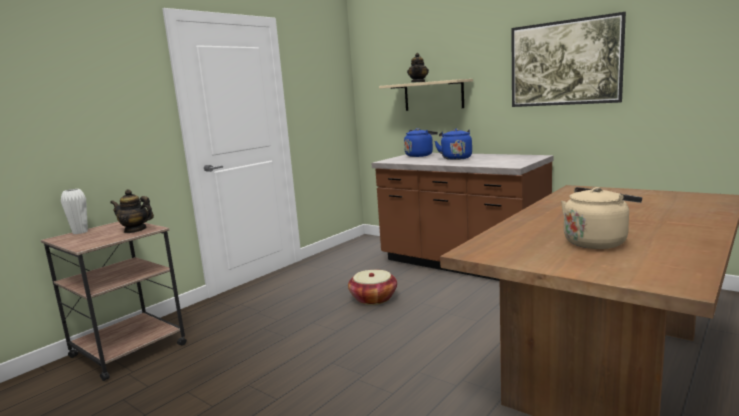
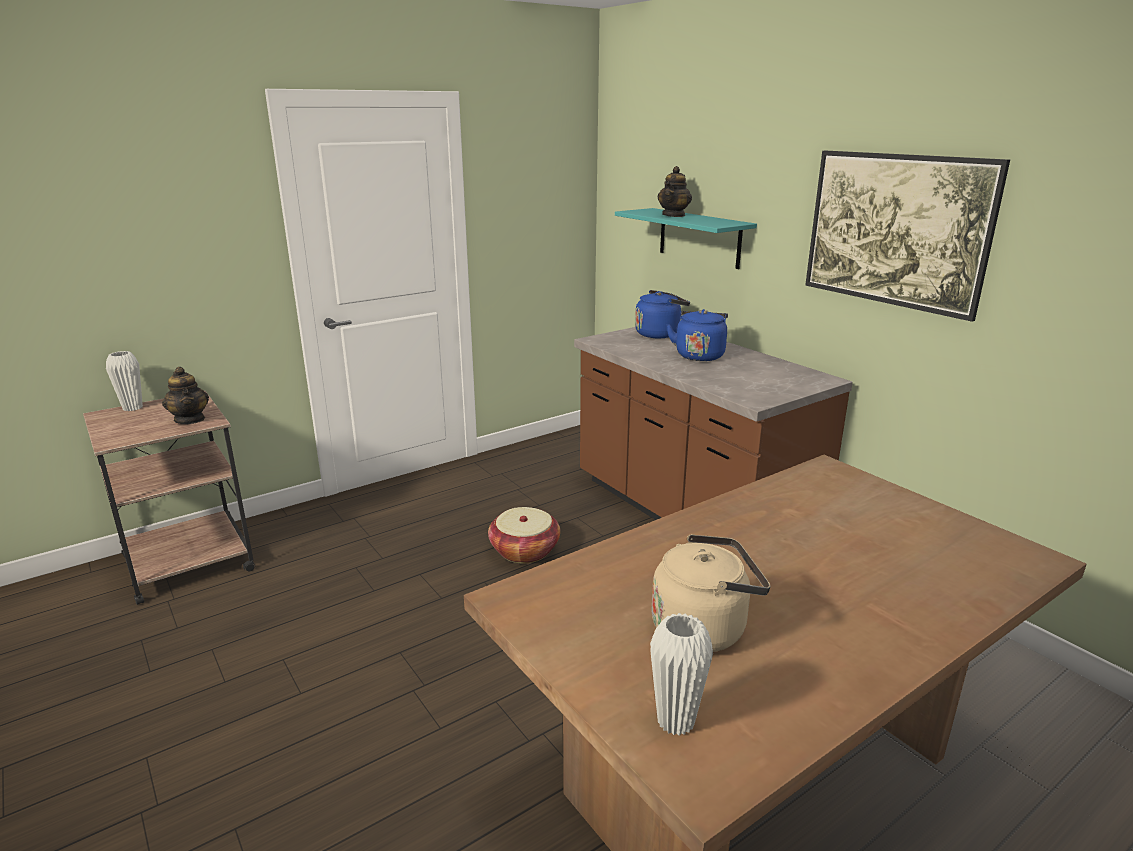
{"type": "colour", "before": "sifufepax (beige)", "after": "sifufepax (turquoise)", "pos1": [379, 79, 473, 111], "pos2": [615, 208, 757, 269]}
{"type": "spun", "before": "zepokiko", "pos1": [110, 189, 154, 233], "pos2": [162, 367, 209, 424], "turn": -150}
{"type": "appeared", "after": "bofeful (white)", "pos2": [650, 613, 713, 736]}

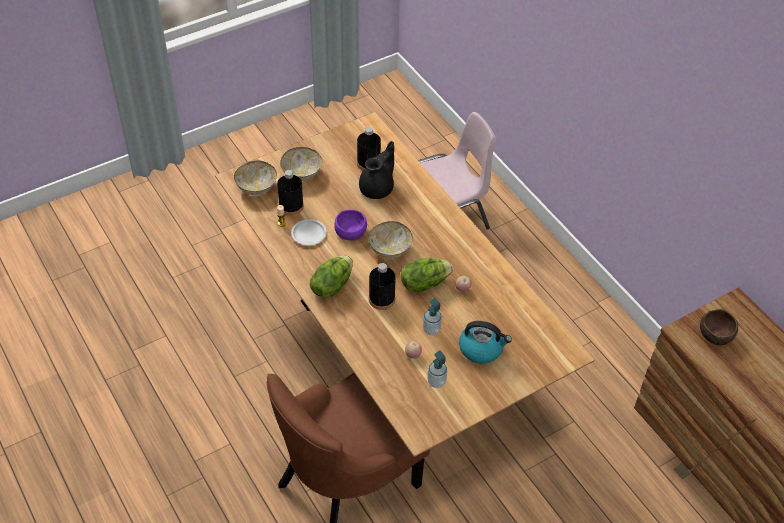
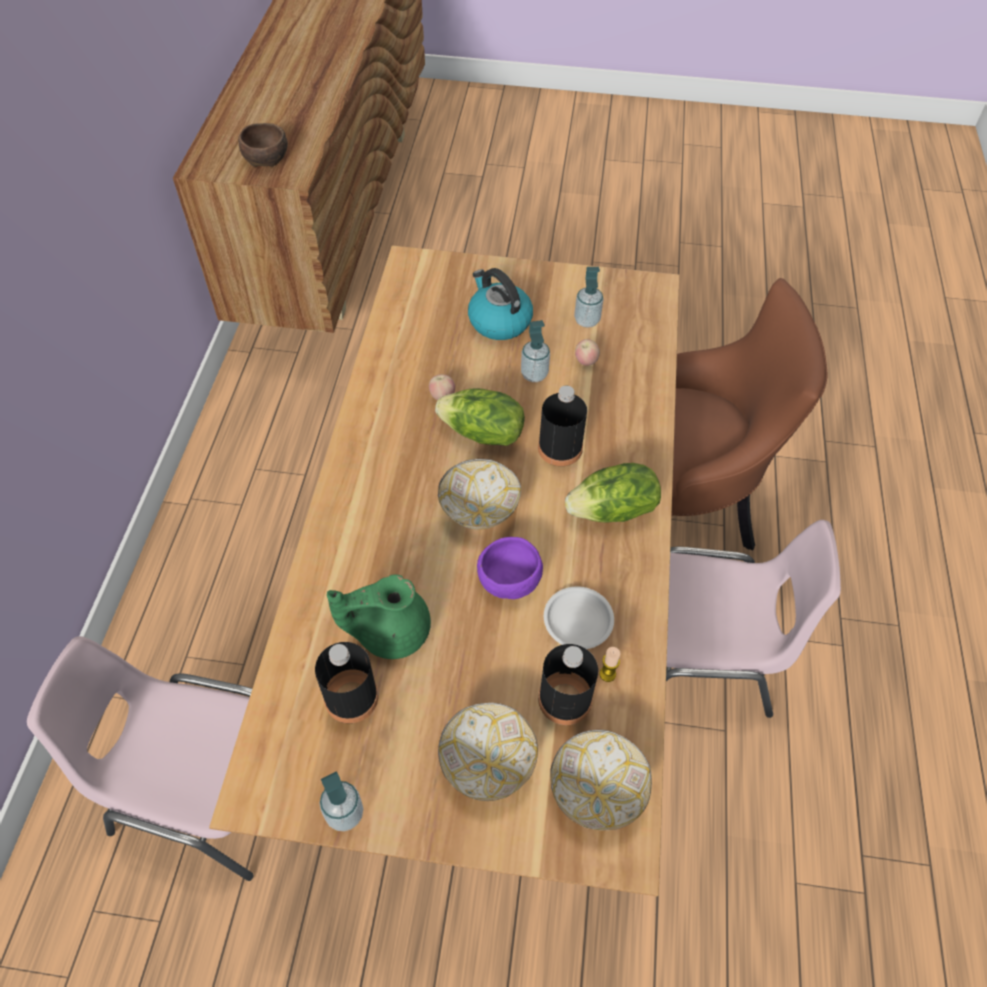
{"type": "colour", "before": "zepokiko (black)", "after": "zepokiko (green)", "pos1": [359, 141, 394, 199], "pos2": [327, 574, 431, 659]}
{"type": "appeared", "after": "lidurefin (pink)", "pos2": [666, 520, 841, 718]}
{"type": "appeared", "after": "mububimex", "pos2": [319, 771, 363, 831]}

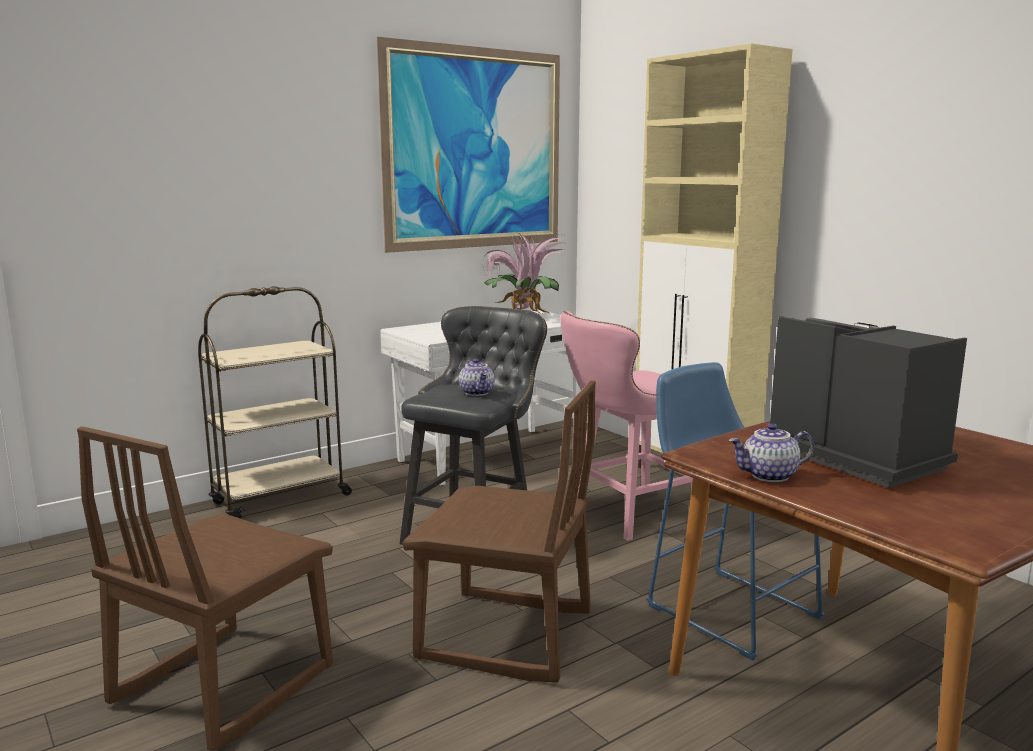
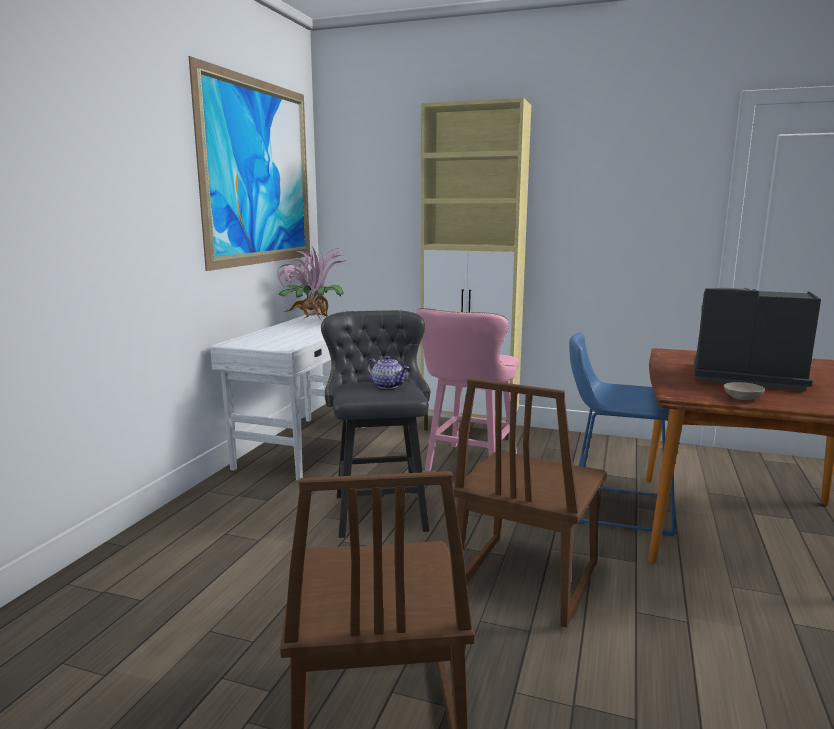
{"type": "missing", "before": "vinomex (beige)", "pos1": [198, 286, 352, 519]}
{"type": "spun", "before": "lidurefin (brown)", "pos1": [402, 380, 596, 683], "pos2": [453, 378, 607, 628], "turn": 135}
{"type": "exchanged", "before": "zepokiko", "after": "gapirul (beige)", "pos1": [728, 423, 814, 482], "pos2": [723, 382, 765, 400]}

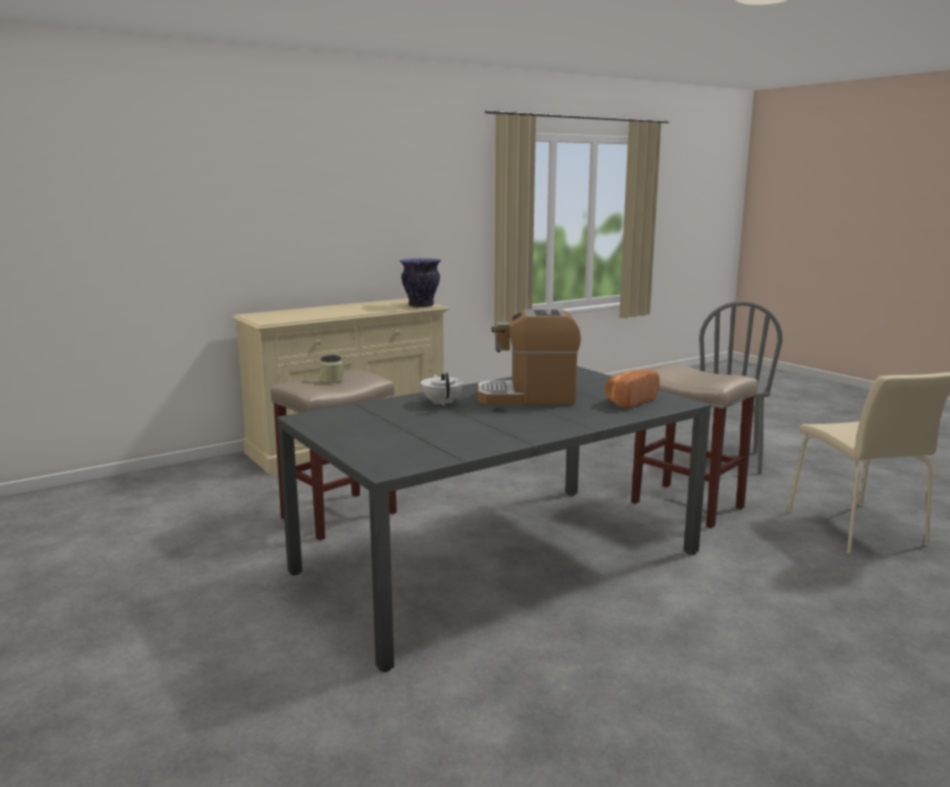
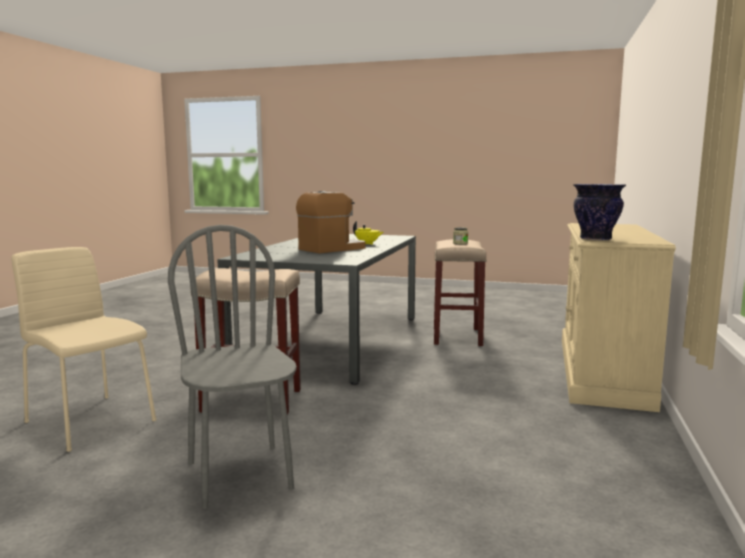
{"type": "missing", "before": "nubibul", "pos1": [605, 369, 660, 408]}
{"type": "colour", "before": "zepokiko (white)", "after": "zepokiko (yellow)", "pos1": [421, 372, 463, 406], "pos2": [353, 221, 383, 245]}

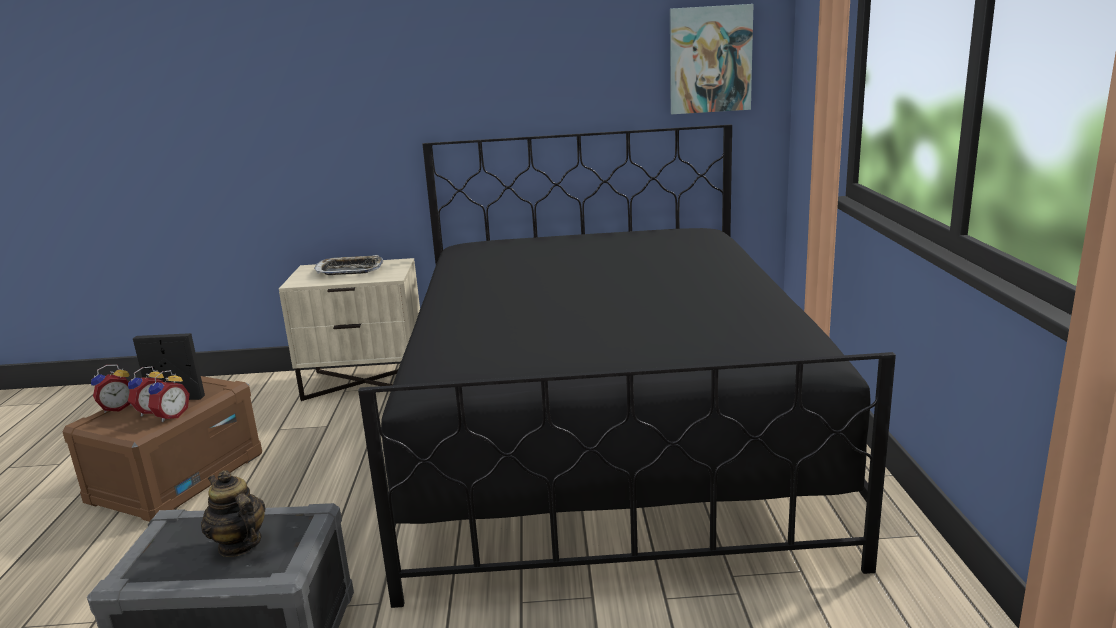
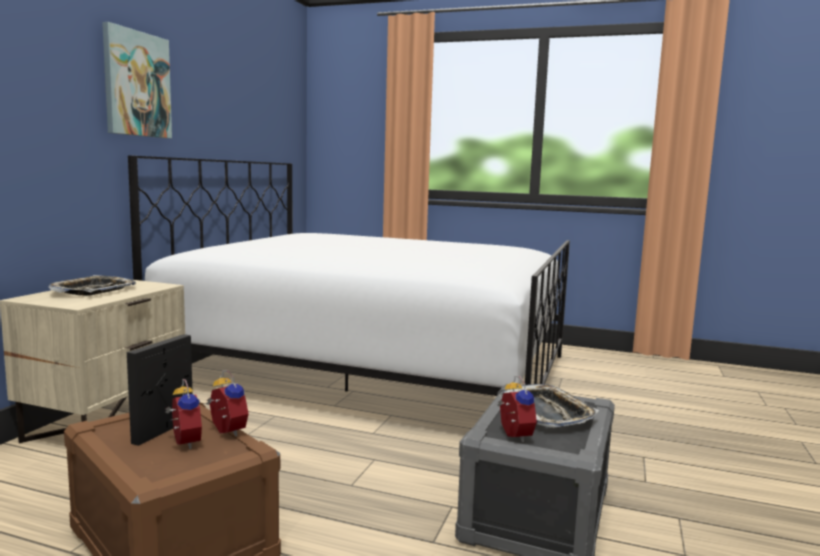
{"type": "relocated", "before": "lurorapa", "pos1": [670, 4, 754, 114], "pos2": [102, 22, 172, 138]}
{"type": "colour", "before": "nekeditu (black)", "after": "nekeditu (white)", "pos1": [358, 124, 896, 608], "pos2": [128, 155, 570, 396]}
{"type": "relocated", "before": "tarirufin", "pos1": [91, 365, 131, 413], "pos2": [497, 376, 537, 442]}
{"type": "exchanged", "before": "zepokiko", "after": "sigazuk", "pos1": [201, 470, 265, 557], "pos2": [499, 384, 599, 428]}

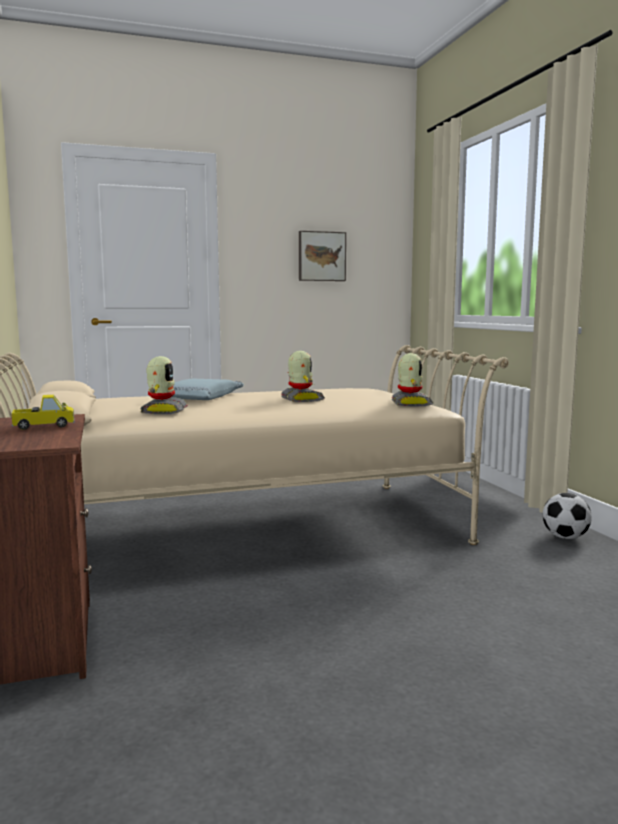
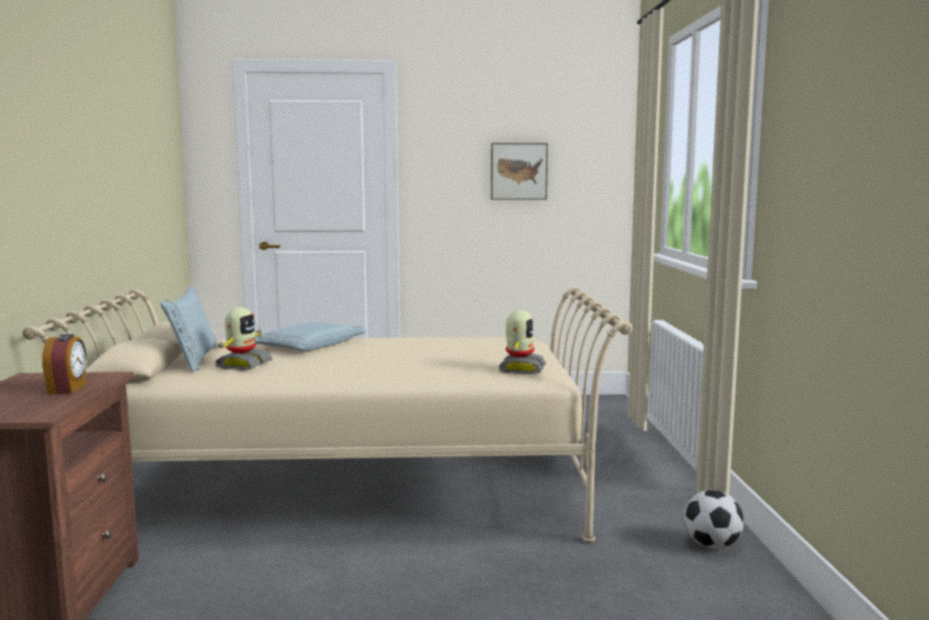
{"type": "missing", "before": "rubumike", "pos1": [281, 351, 325, 402]}
{"type": "exchanged", "before": "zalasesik", "after": "tarirufin", "pos1": [11, 395, 75, 430], "pos2": [42, 334, 87, 394]}
{"type": "appeared", "after": "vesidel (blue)", "pos2": [161, 286, 218, 372]}

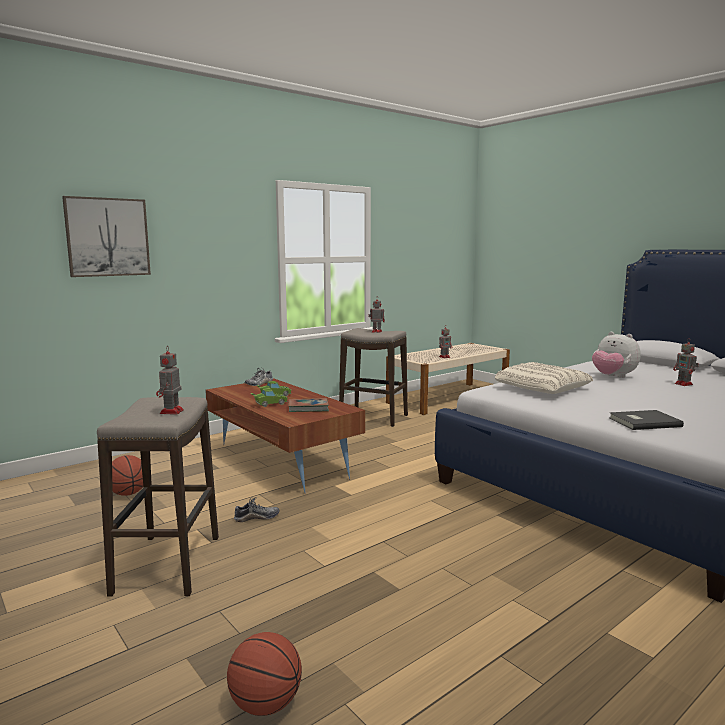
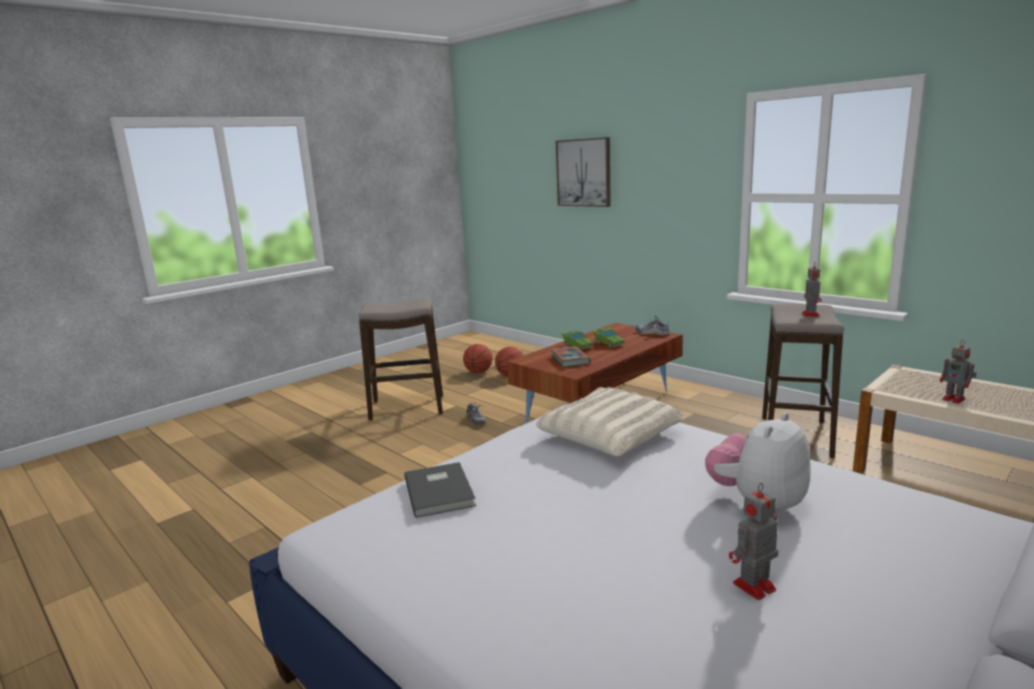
{"type": "missing", "before": "rubumike", "pos1": [156, 347, 184, 415]}
{"type": "relocated", "before": "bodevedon", "pos1": [227, 632, 302, 716], "pos2": [463, 344, 492, 373]}

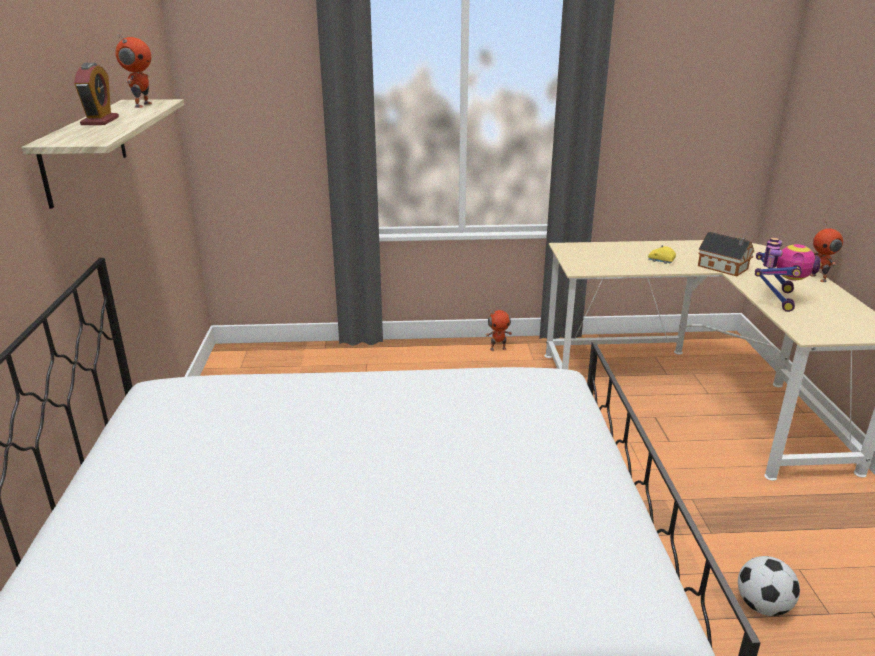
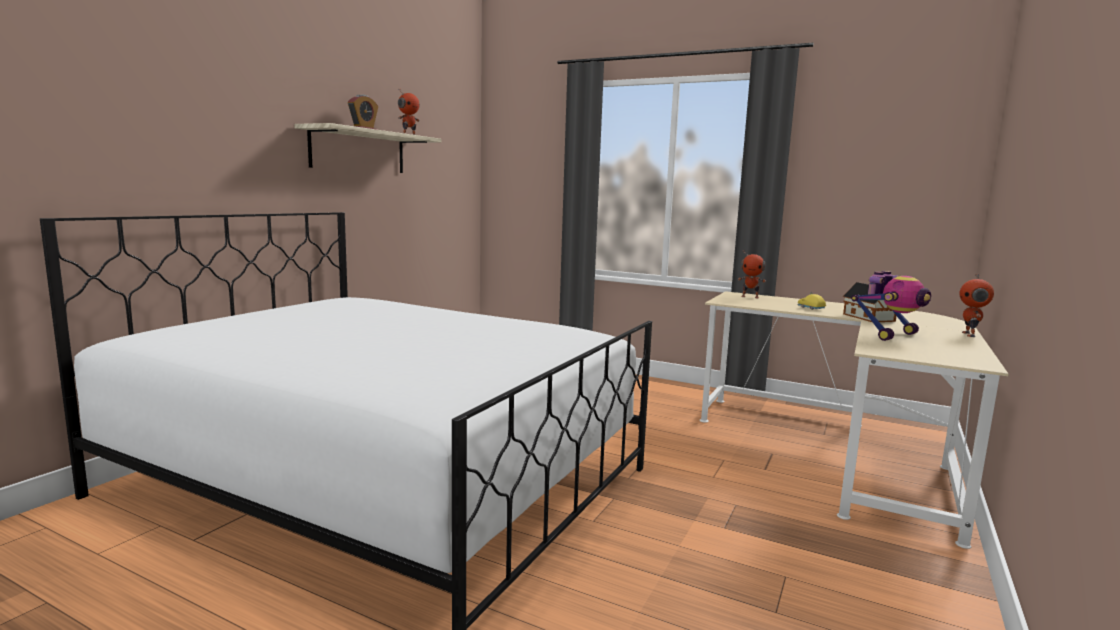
{"type": "relocated", "before": "rubumike", "pos1": [486, 308, 512, 351], "pos2": [738, 251, 766, 298]}
{"type": "missing", "before": "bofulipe", "pos1": [738, 556, 800, 616]}

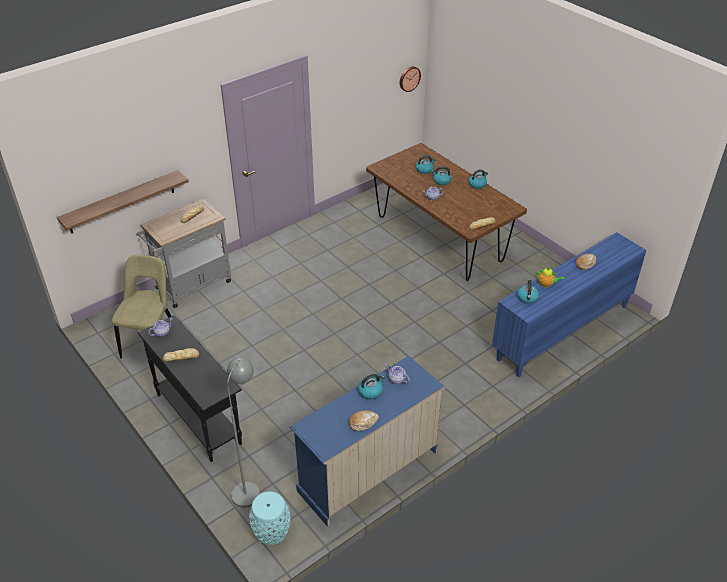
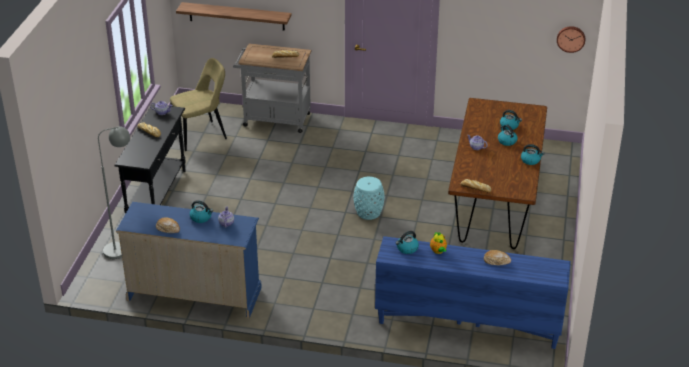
{"type": "relocated", "before": "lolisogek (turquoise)", "pos1": [250, 492, 290, 545], "pos2": [353, 176, 385, 220]}

